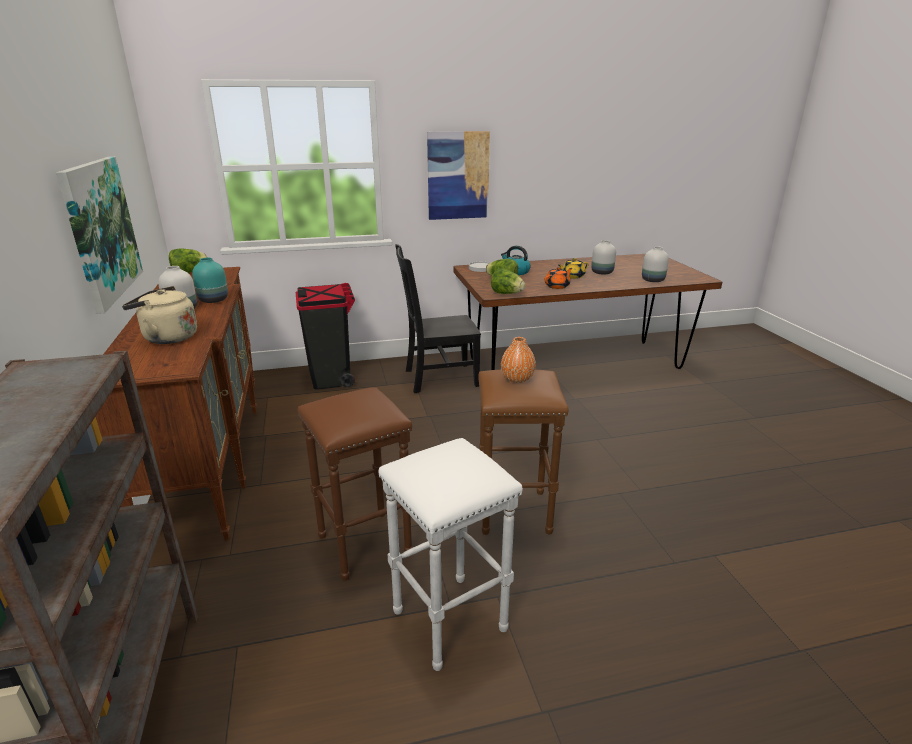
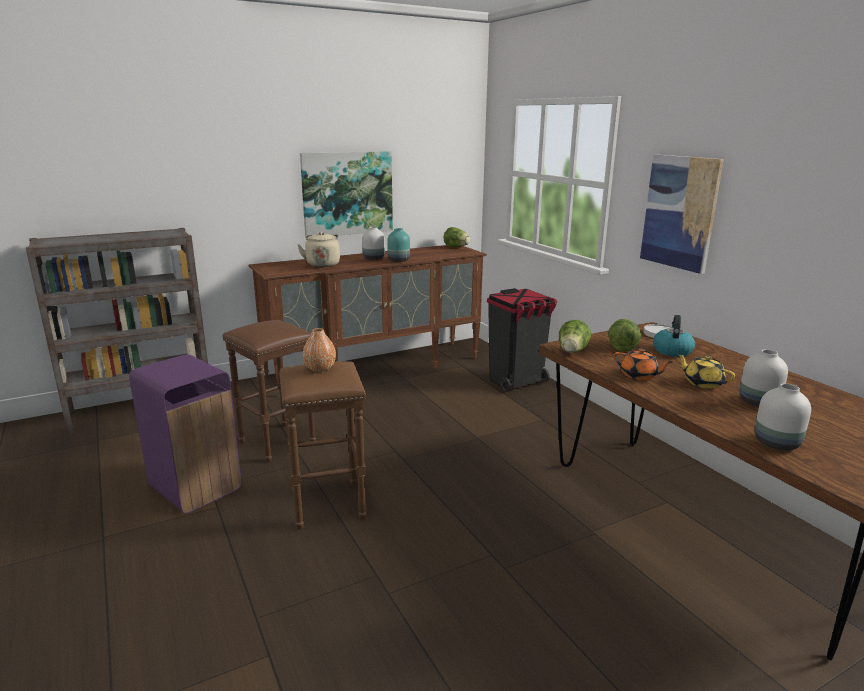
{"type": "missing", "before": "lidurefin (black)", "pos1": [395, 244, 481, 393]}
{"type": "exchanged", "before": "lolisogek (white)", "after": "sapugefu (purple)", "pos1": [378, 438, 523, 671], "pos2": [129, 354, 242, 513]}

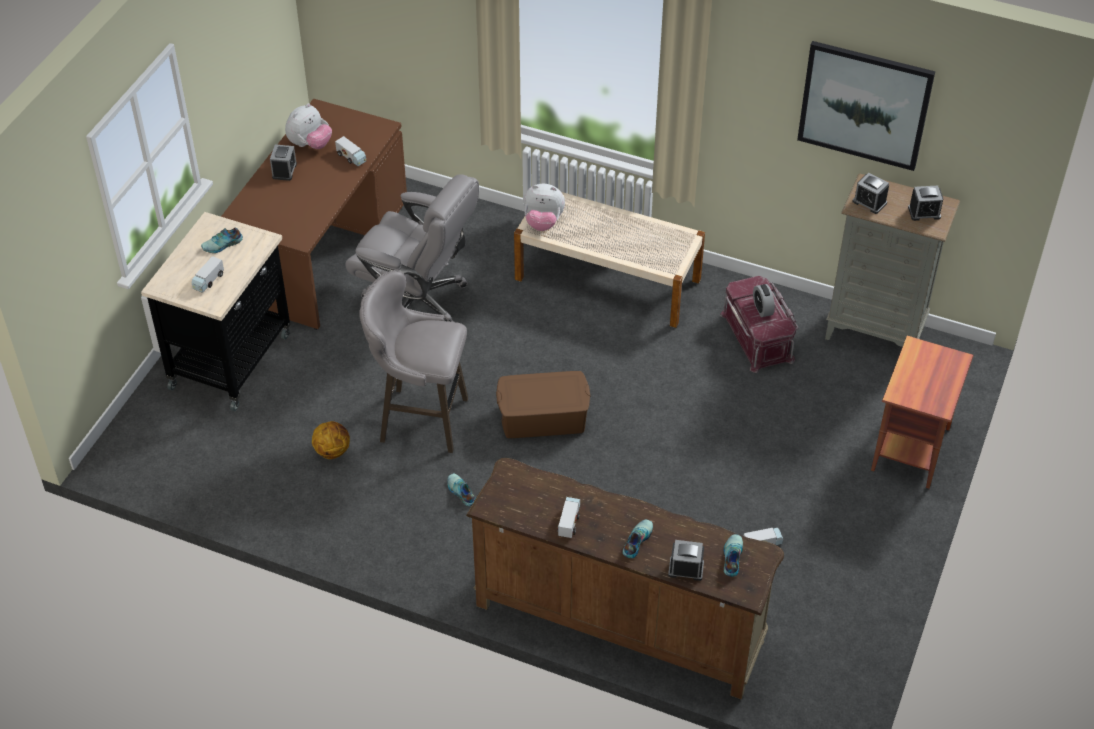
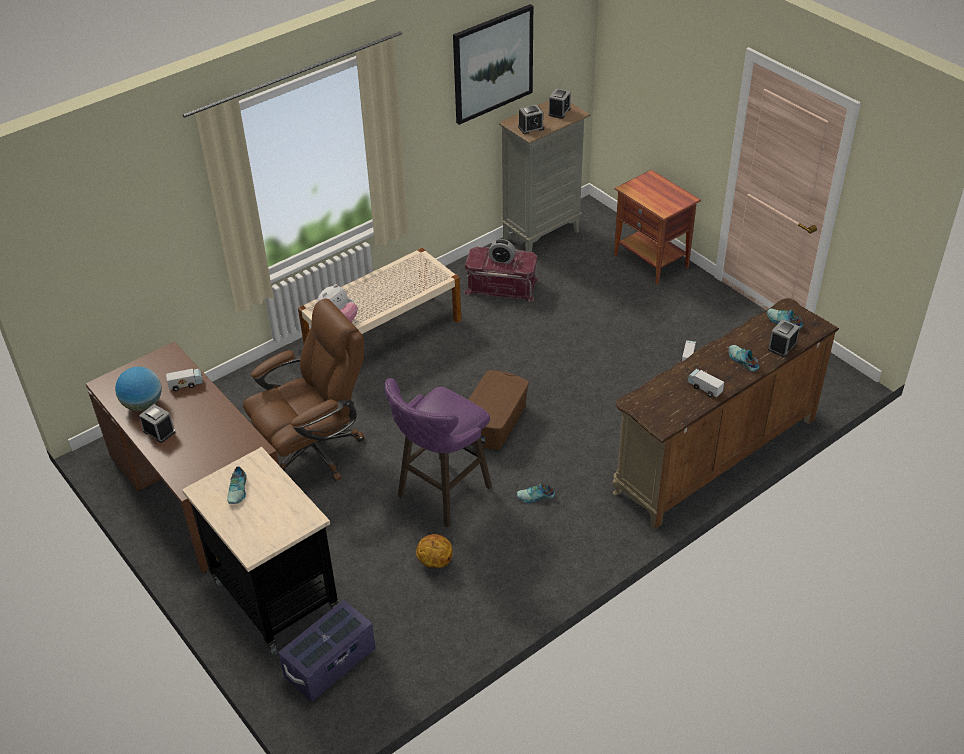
{"type": "exchanged", "before": "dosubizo", "after": "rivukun", "pos1": [285, 103, 332, 149], "pos2": [115, 367, 162, 411]}
{"type": "colour", "before": "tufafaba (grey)", "after": "tufafaba (brown)", "pos1": [346, 174, 479, 322], "pos2": [243, 299, 364, 482]}
{"type": "missing", "before": "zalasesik", "pos1": [192, 256, 224, 293]}
{"type": "colour", "before": "lolisogek (grey)", "after": "lolisogek (purple)", "pos1": [359, 270, 468, 453], "pos2": [385, 378, 492, 528]}
{"type": "appeared", "after": "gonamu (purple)", "pos2": [278, 600, 376, 702]}

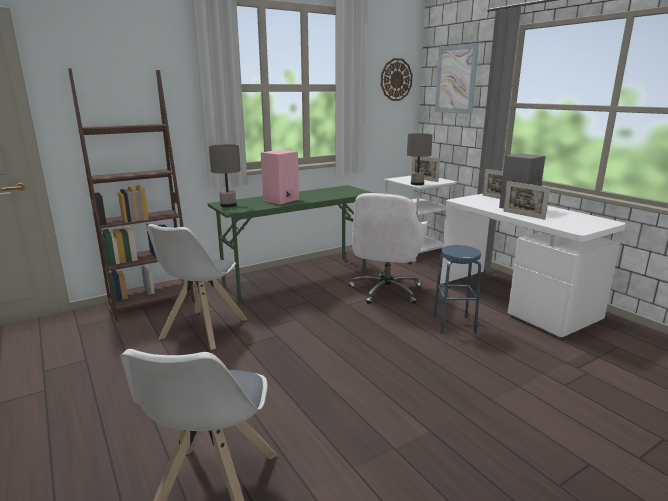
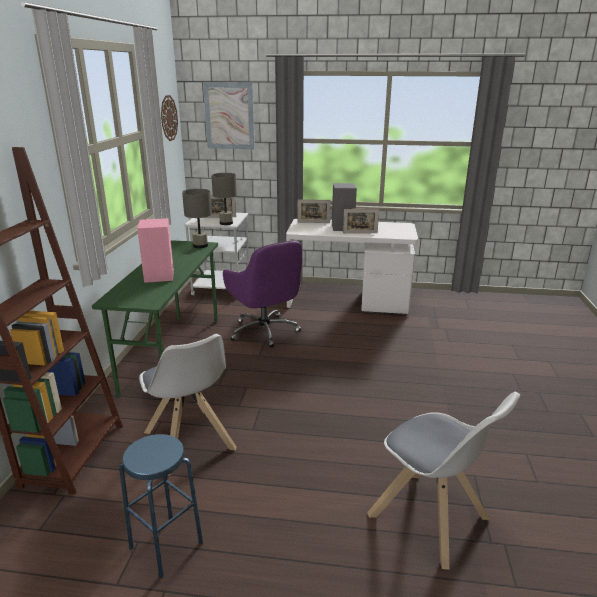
{"type": "relocated", "before": "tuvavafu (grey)", "pos1": [209, 144, 241, 207], "pos2": [182, 189, 212, 248]}
{"type": "colour", "before": "tufafaba (white)", "after": "tufafaba (purple)", "pos1": [349, 193, 428, 304], "pos2": [223, 241, 302, 347]}
{"type": "relocated", "before": "lolisogek (blue)", "pos1": [433, 245, 481, 334], "pos2": [119, 434, 203, 578]}

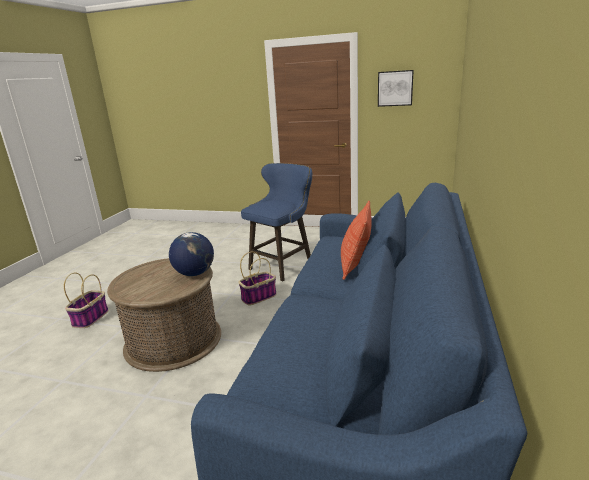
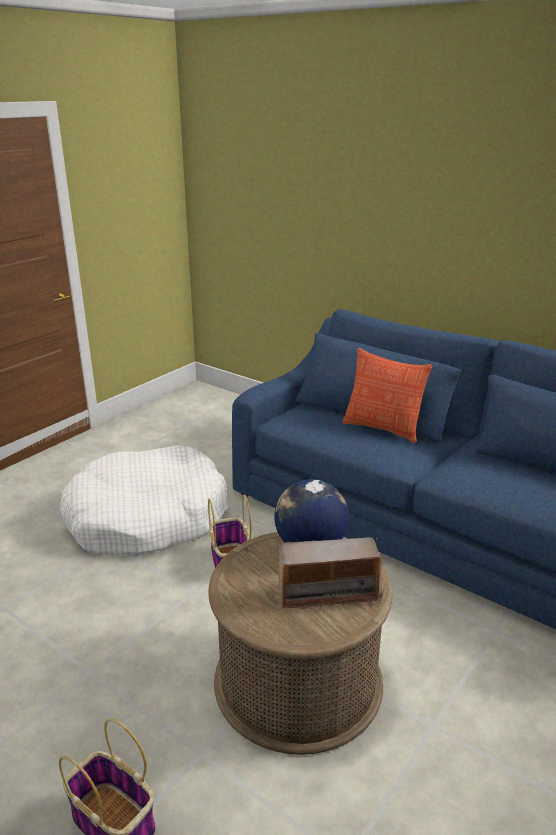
{"type": "missing", "before": "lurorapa", "pos1": [378, 70, 414, 107]}
{"type": "exchanged", "before": "lolisogek (blue)", "after": "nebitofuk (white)", "pos1": [241, 163, 312, 281], "pos2": [60, 445, 228, 556]}
{"type": "appeared", "after": "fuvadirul", "pos2": [277, 537, 384, 610]}

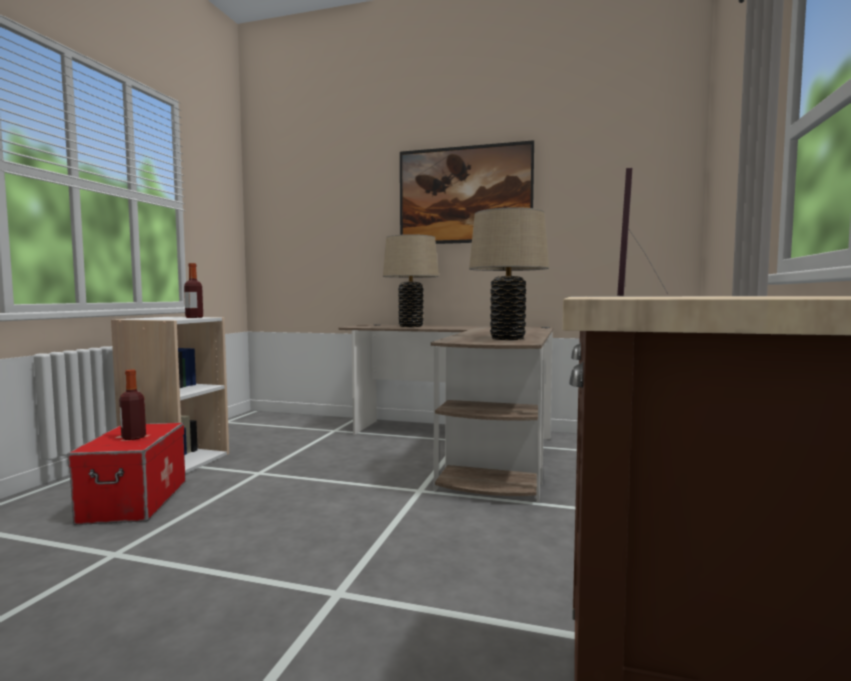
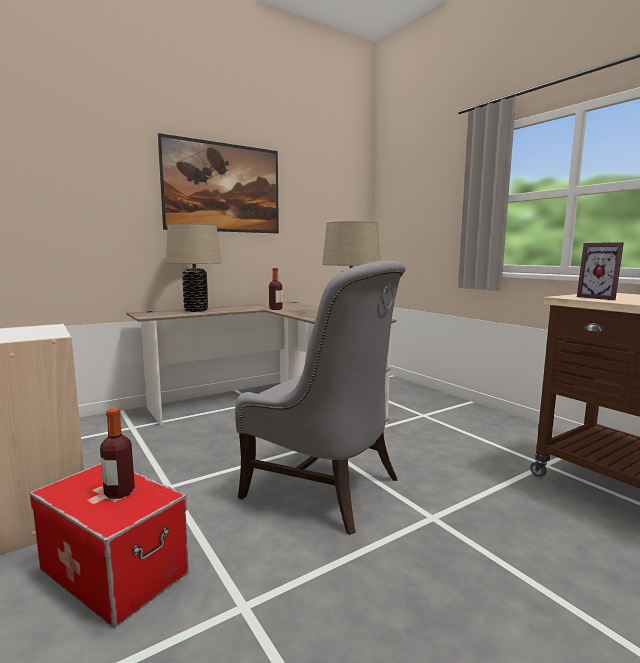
{"type": "relocated", "before": "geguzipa", "pos1": [184, 263, 203, 318], "pos2": [269, 268, 282, 310]}
{"type": "appeared", "after": "lidurefin (grey)", "pos2": [235, 261, 406, 535]}

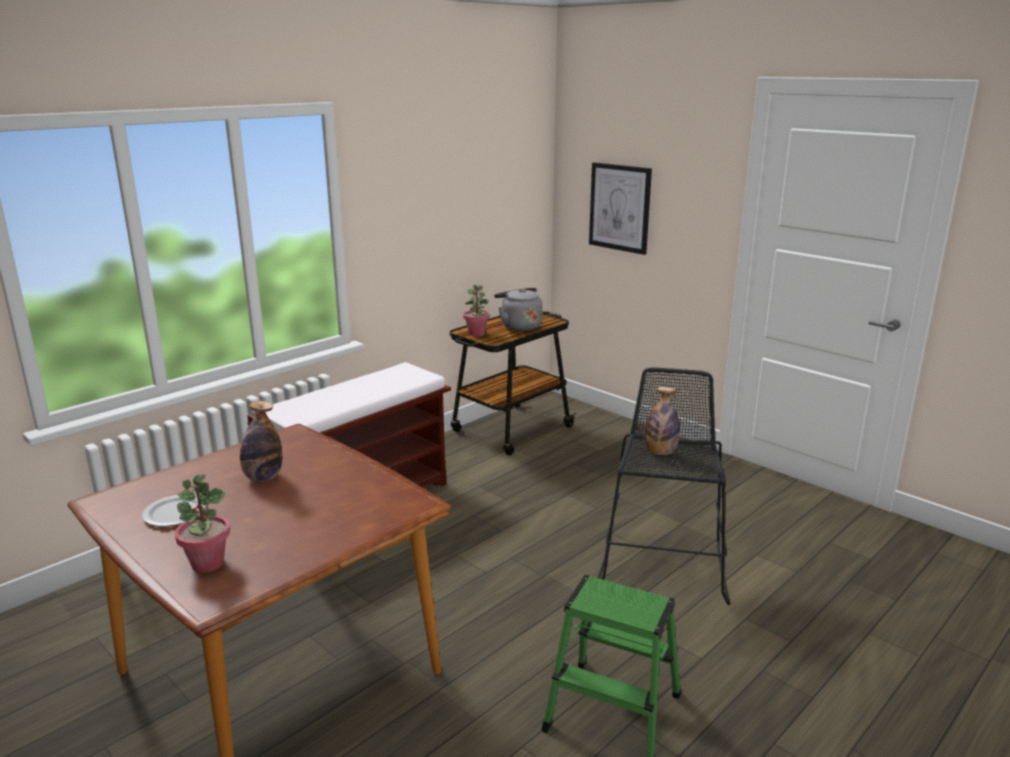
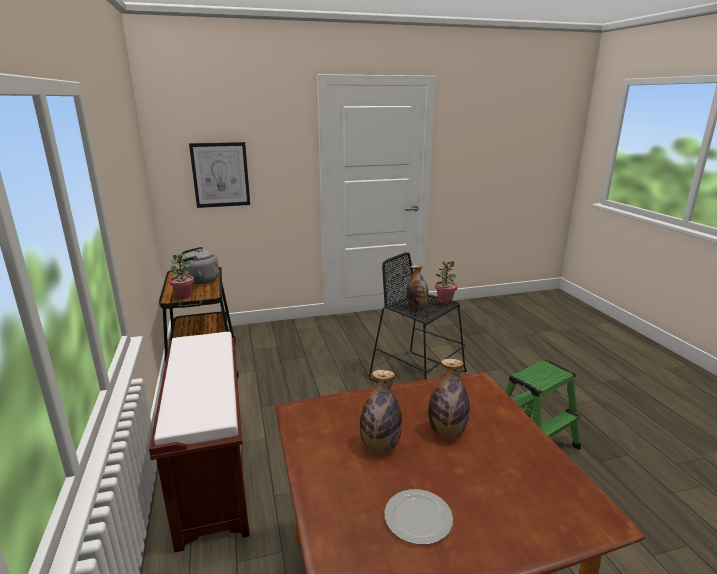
{"type": "relocated", "before": "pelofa", "pos1": [175, 474, 230, 573], "pos2": [435, 261, 458, 304]}
{"type": "appeared", "after": "geguzipa", "pos2": [428, 359, 470, 438]}

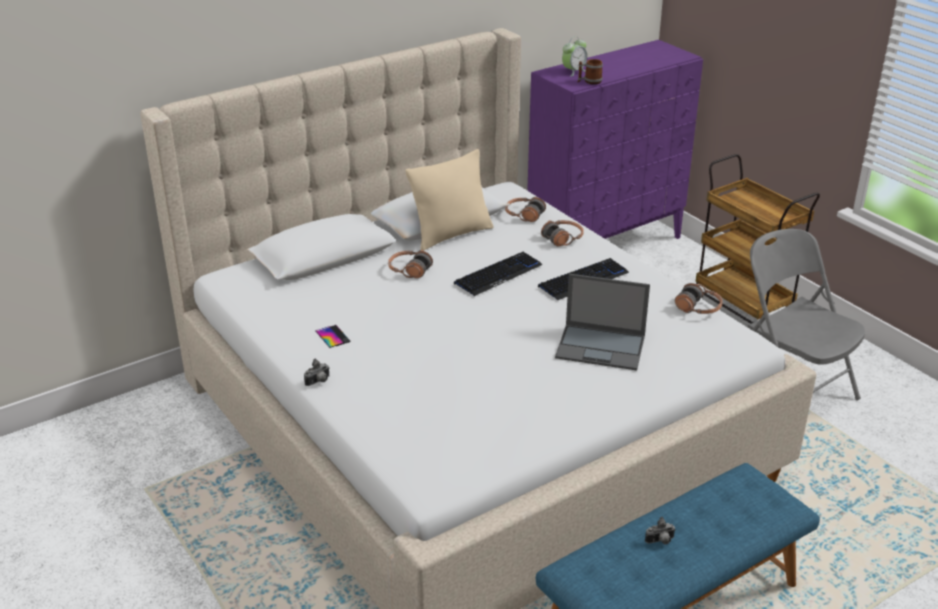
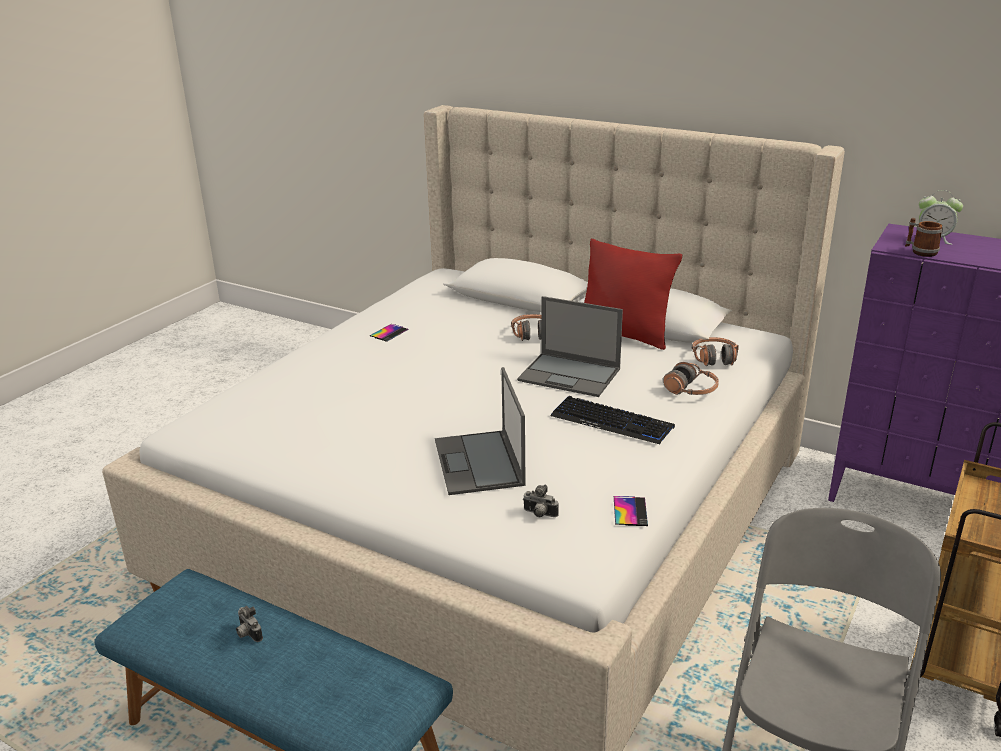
{"type": "colour", "before": "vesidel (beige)", "after": "vesidel (red)", "pos1": [405, 149, 494, 251], "pos2": [584, 239, 683, 350]}
{"type": "exchanged", "before": "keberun", "after": "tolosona", "pos1": [454, 252, 543, 296], "pos2": [517, 296, 623, 397]}
{"type": "exchanged", "before": "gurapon", "after": "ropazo", "pos1": [675, 283, 723, 314], "pos2": [614, 496, 648, 526]}
{"type": "relocated", "before": "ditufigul", "pos1": [304, 359, 330, 386], "pos2": [523, 485, 559, 517]}

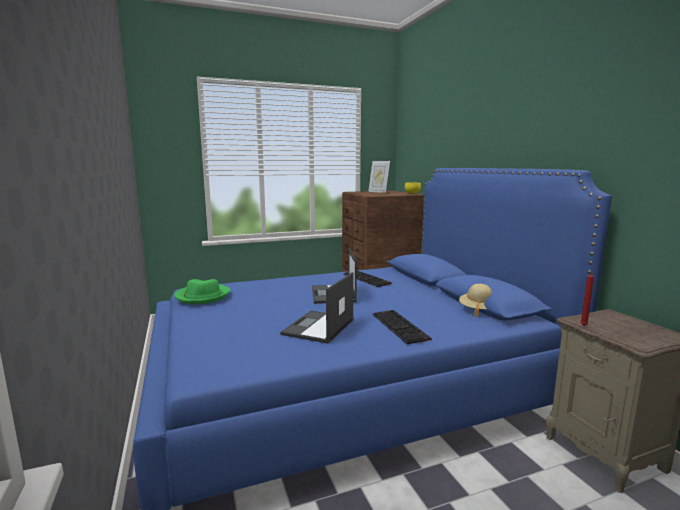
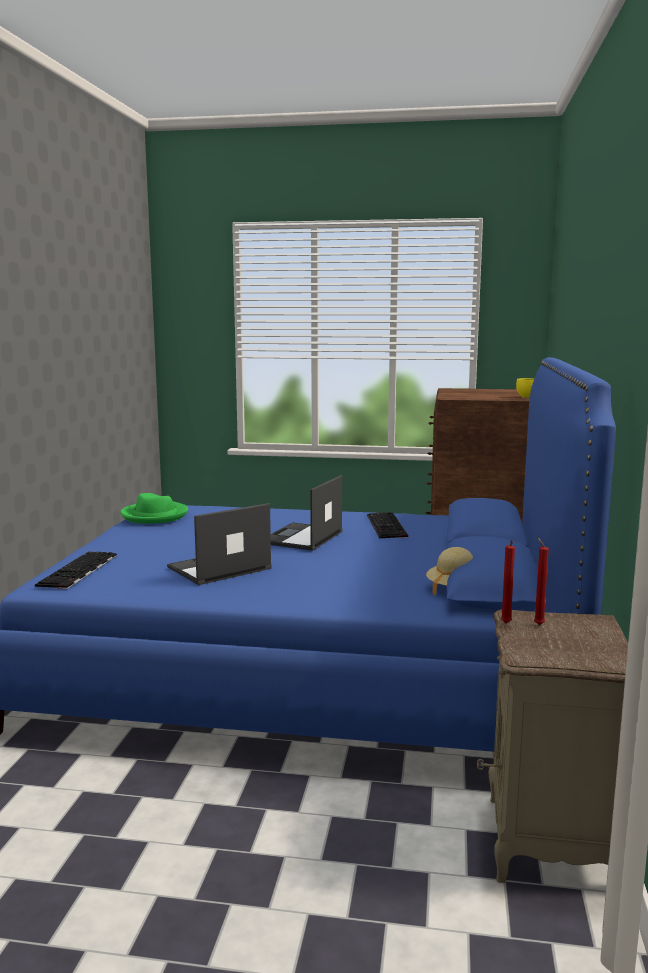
{"type": "missing", "before": "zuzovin", "pos1": [368, 161, 390, 193]}
{"type": "relocated", "before": "keberun", "pos1": [373, 310, 432, 344], "pos2": [35, 551, 117, 589]}
{"type": "appeared", "after": "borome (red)", "pos2": [534, 537, 549, 625]}

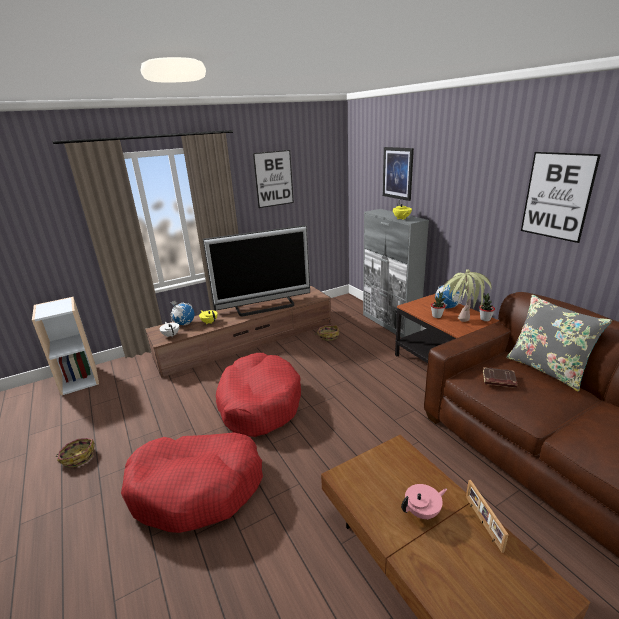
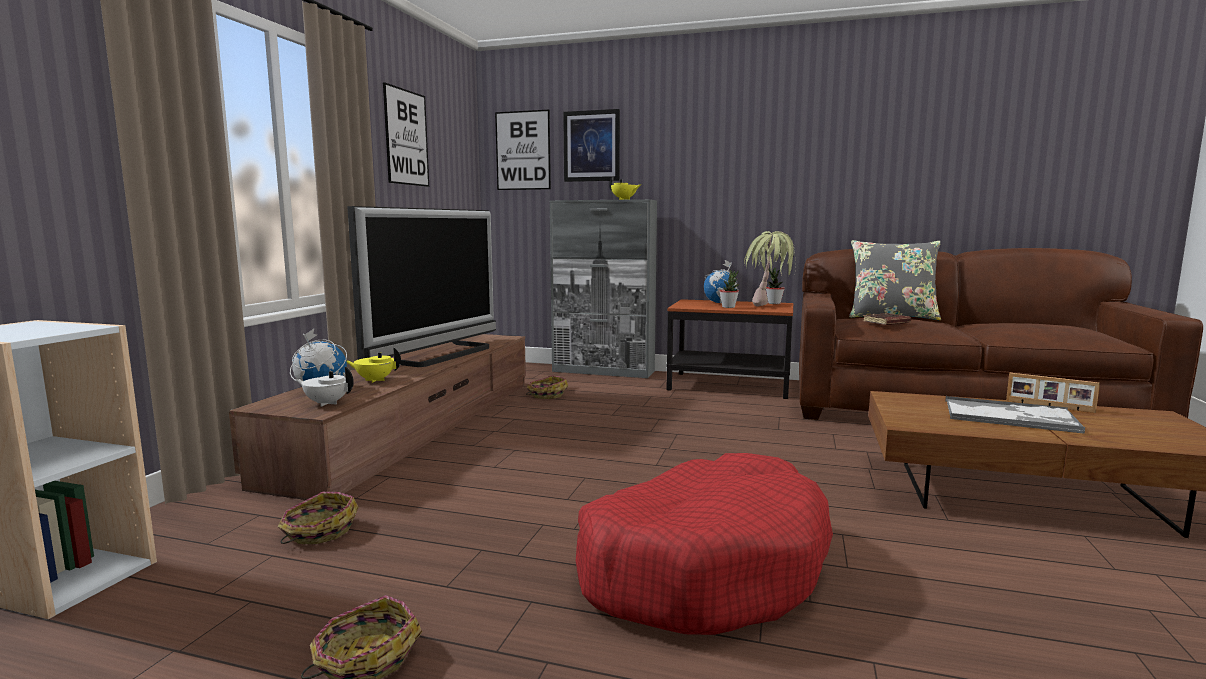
{"type": "relocated", "before": "lurorapa", "pos1": [521, 152, 601, 243], "pos2": [495, 110, 551, 190]}
{"type": "missing", "before": "nebitofuk (red)", "pos1": [216, 353, 301, 437]}
{"type": "exchanged", "before": "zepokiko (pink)", "after": "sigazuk", "pos1": [401, 484, 447, 520], "pos2": [945, 396, 1085, 434]}
{"type": "appeared", "after": "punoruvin", "pos2": [278, 492, 359, 544]}

